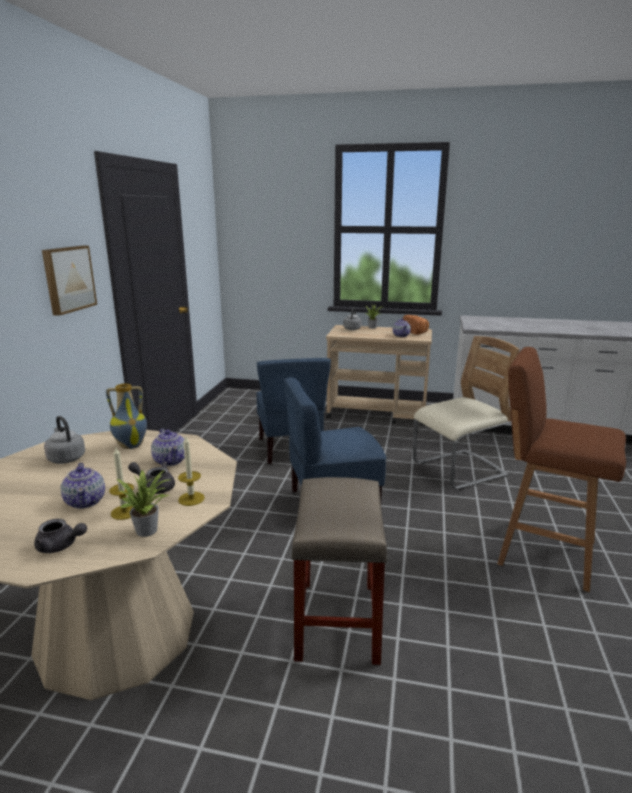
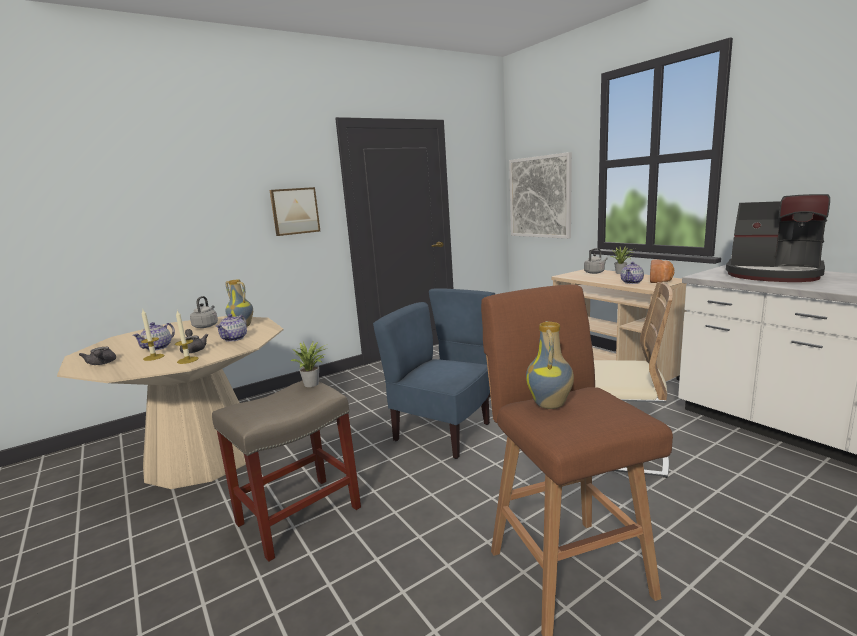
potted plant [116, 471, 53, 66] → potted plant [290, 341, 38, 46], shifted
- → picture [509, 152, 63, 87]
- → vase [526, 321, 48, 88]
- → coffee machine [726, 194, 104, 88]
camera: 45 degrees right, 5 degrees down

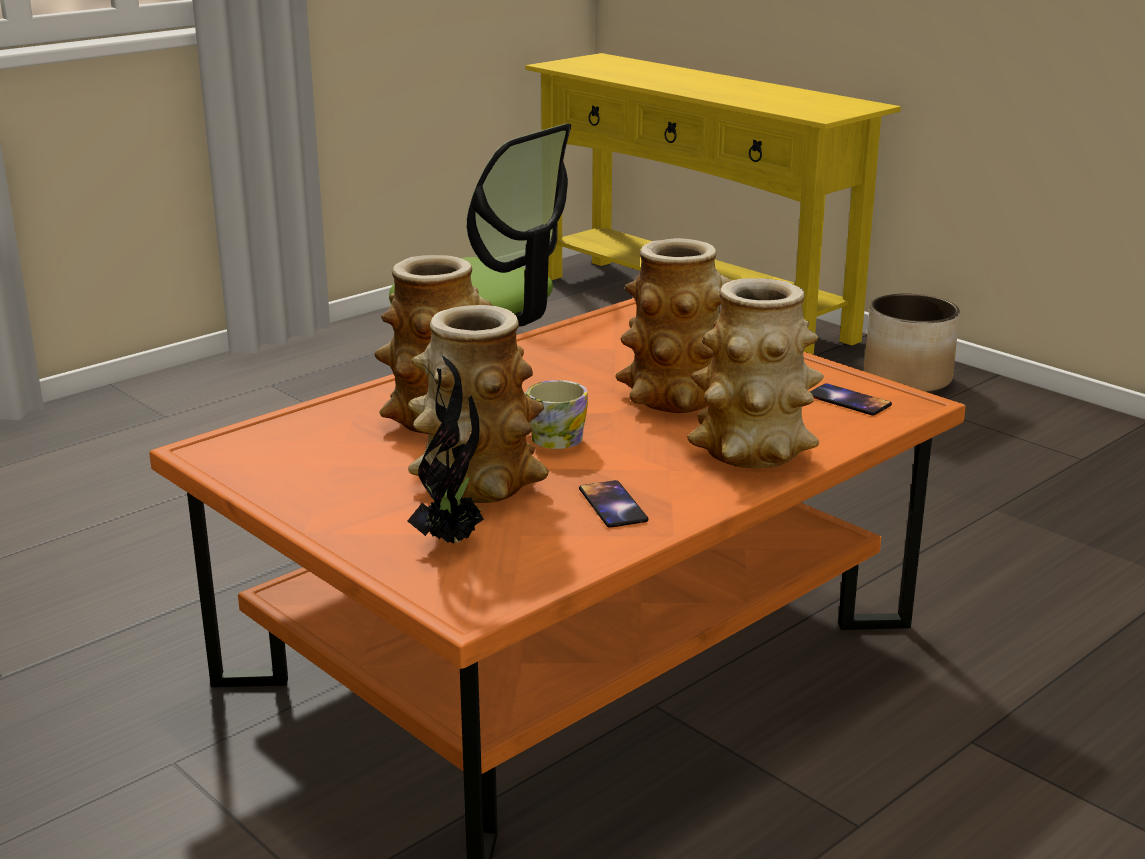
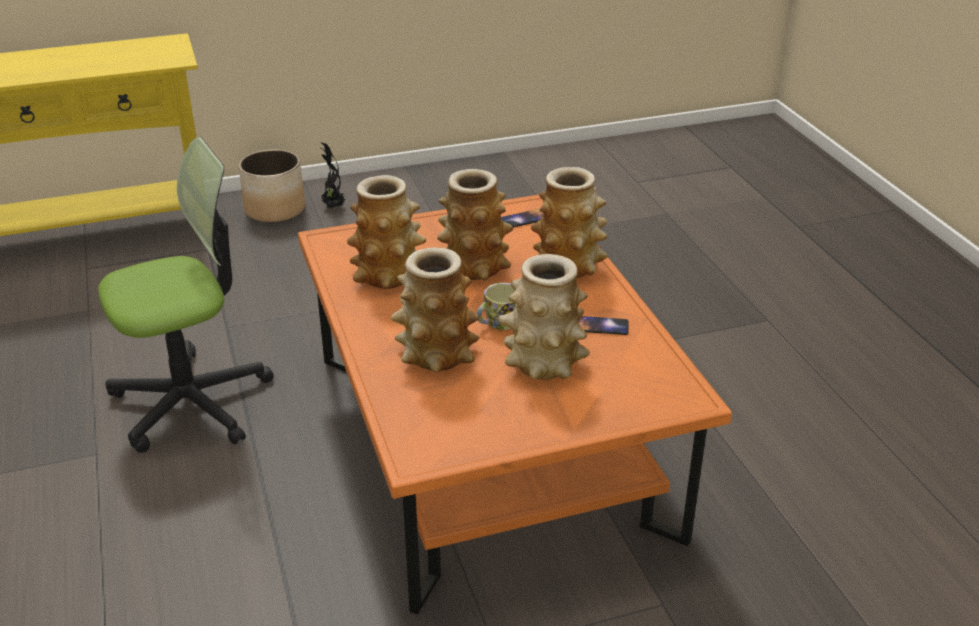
potted plant [408, 355, 77, 189] → potted plant [321, 143, 25, 65], shifted
- → vase [347, 175, 79, 114]
camera: 65 degrees left, 10 degrees up

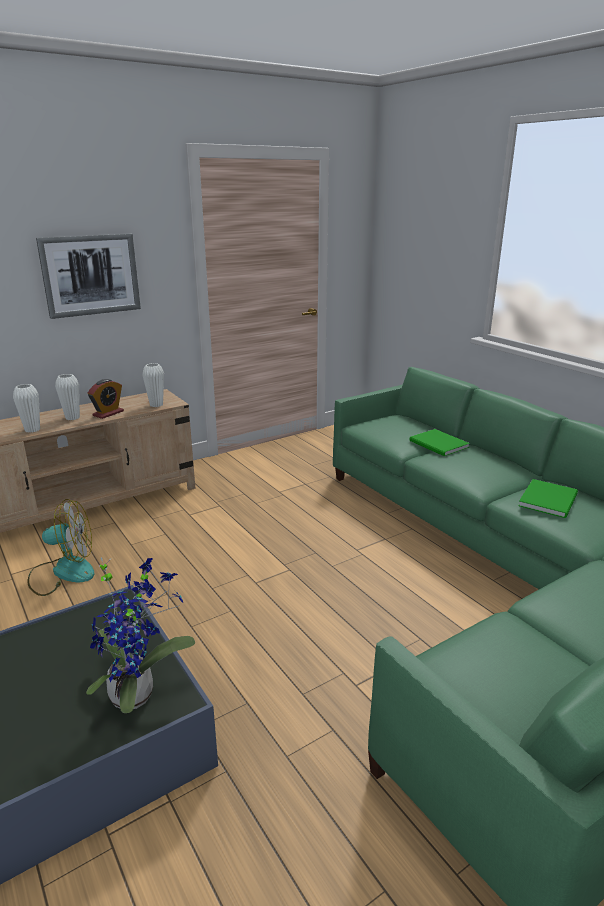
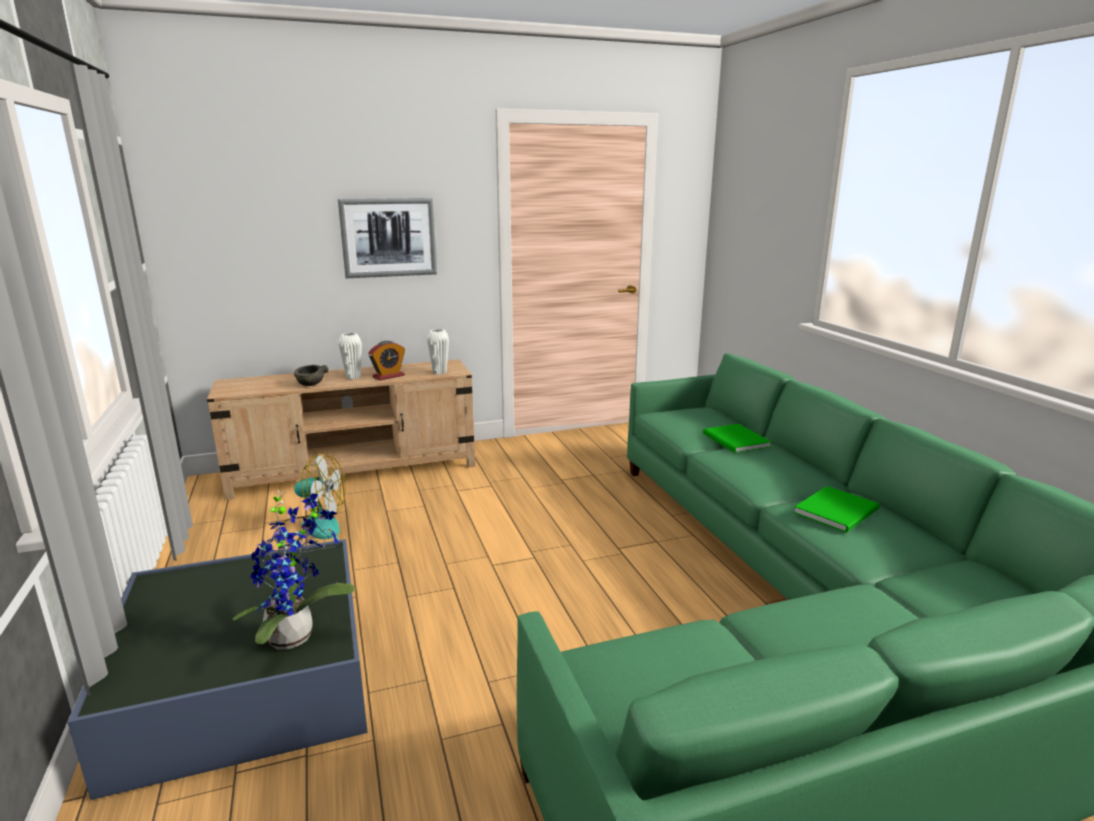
white vase [13, 384, 27, 49] → grey bowl [294, 365, 35, 21]
camera: 15 degrees right, 5 degrees down

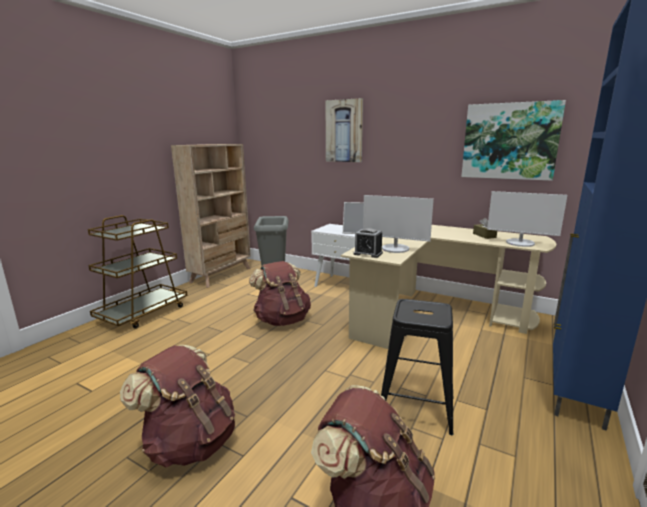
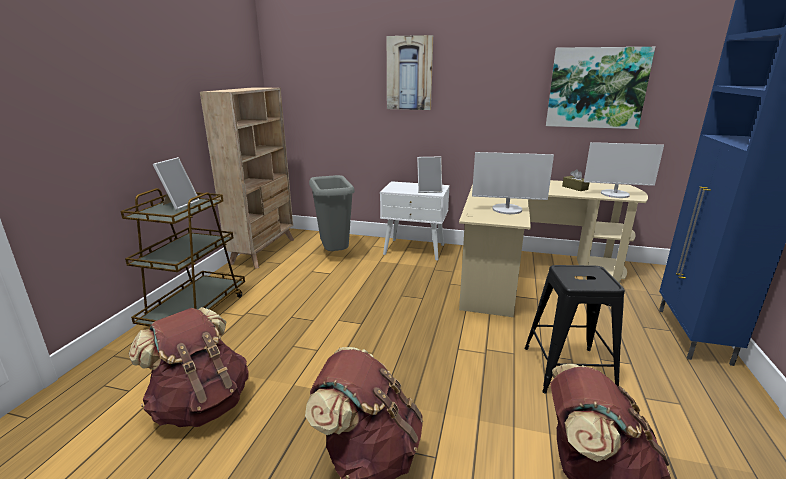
brown backpack [249, 261, 62, 65] → brown backpack [129, 307, 120, 120], shifted
alarm clock [353, 228, 30, 30] → -
- → picture frame [153, 157, 47, 53]
camera: 15 degrees left, 5 degrees up

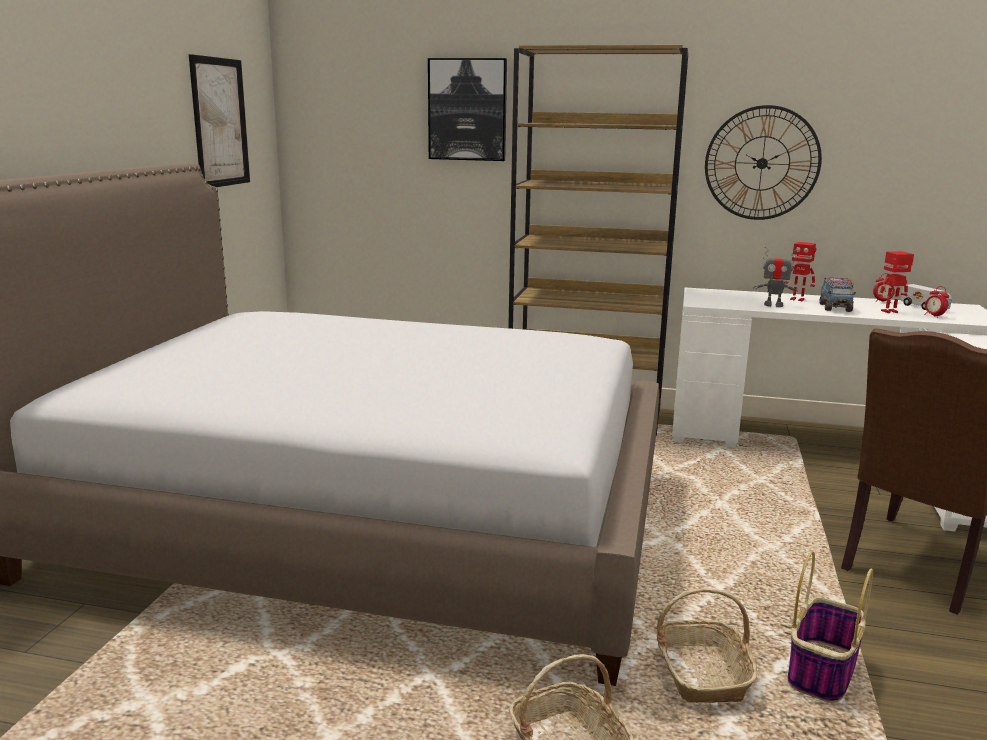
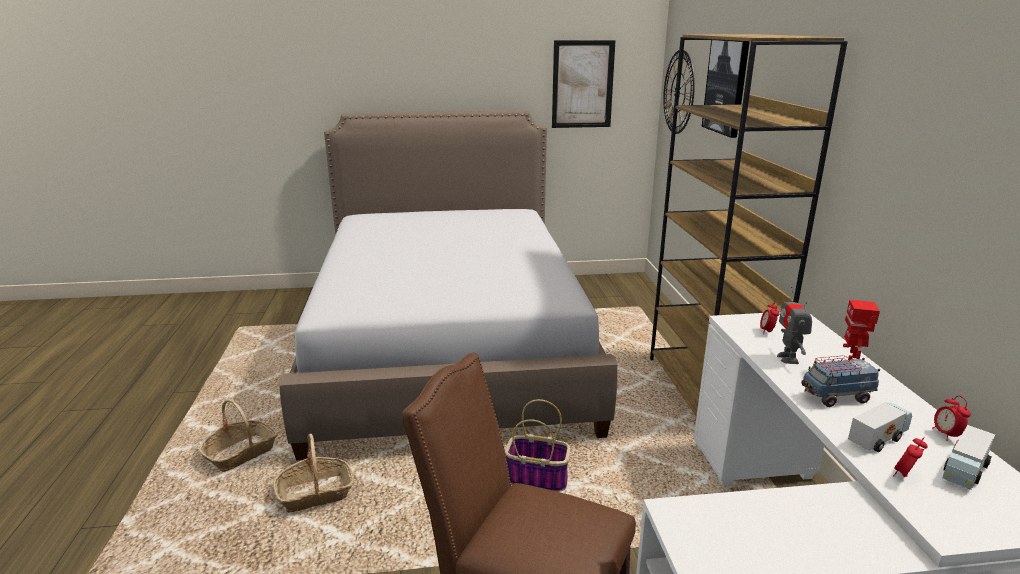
wall clock [705, 105, 117, 115] → wall clock [663, 50, 32, 84], shifted
basket [787, 551, 86, 152] → basket [505, 399, 65, 93], shifted
toy robot [876, 251, 38, 62] → toy truck [848, 402, 64, 50]
- → alarm clock [760, 301, 20, 33]
camera: 70 degrees right, 5 degrees up

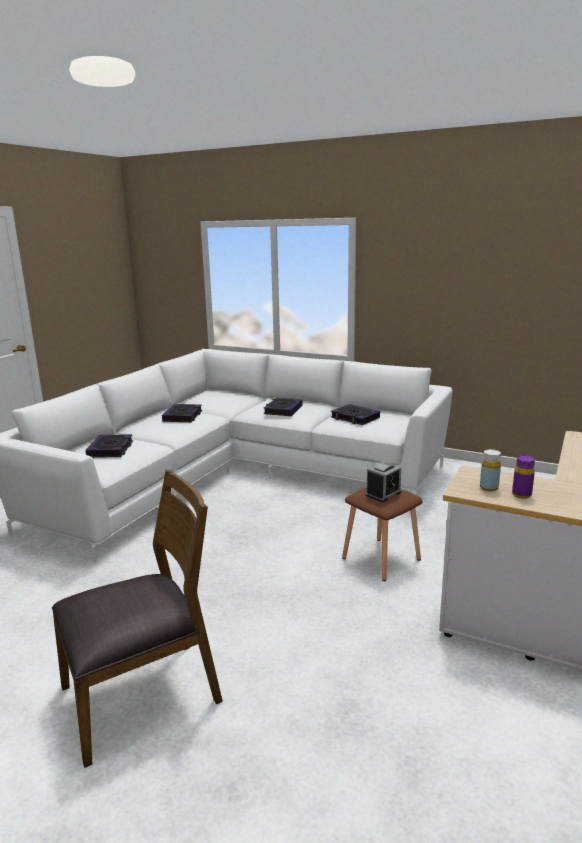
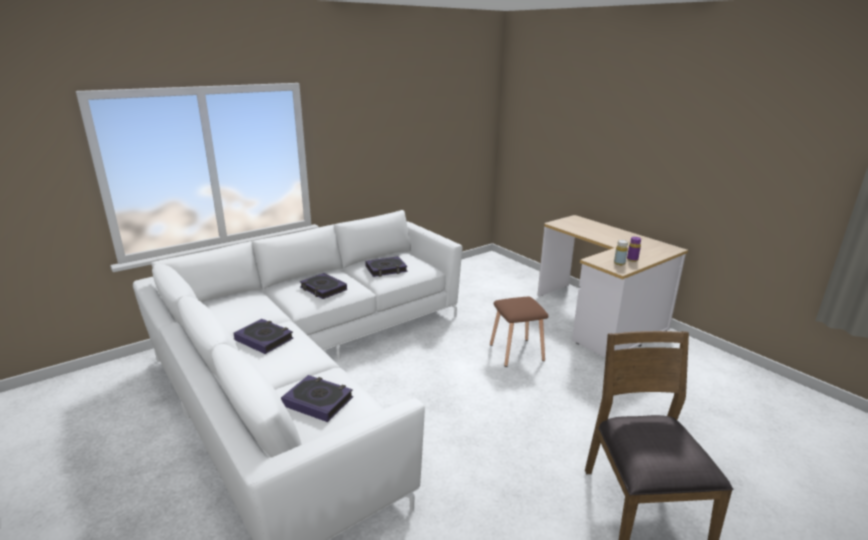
alarm clock [366, 462, 35, 40] → -
camera: 65 degrees left, 5 degrees up

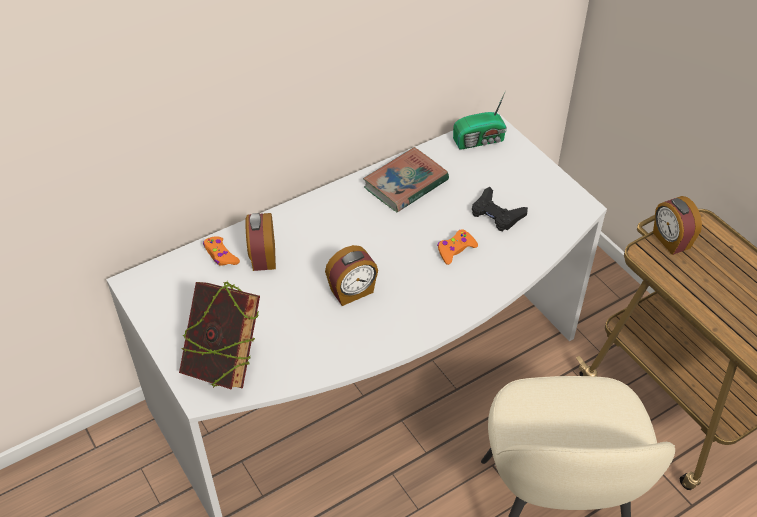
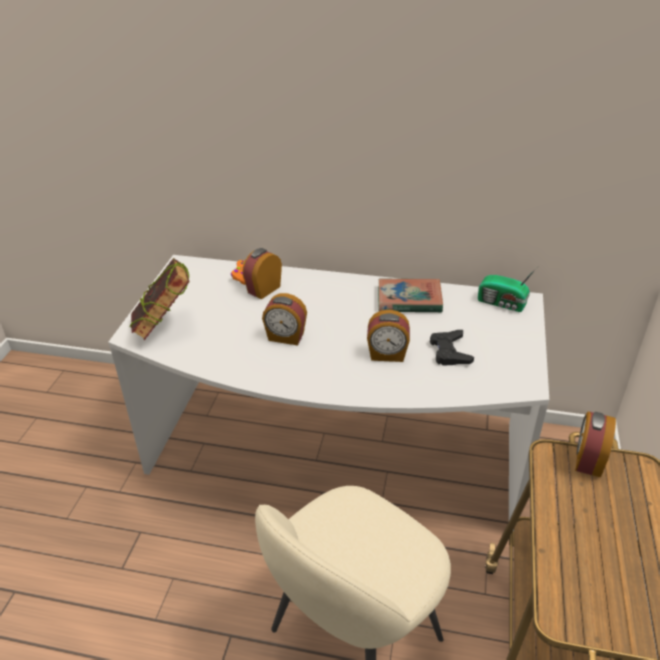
orange game controller [437, 230, 41, 35] → alarm clock [367, 309, 43, 53]
camera: 45 degrees right, 10 degrees down

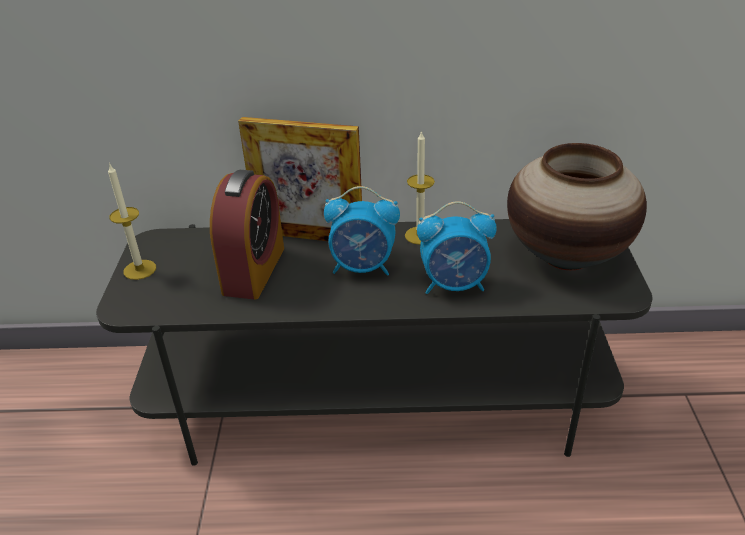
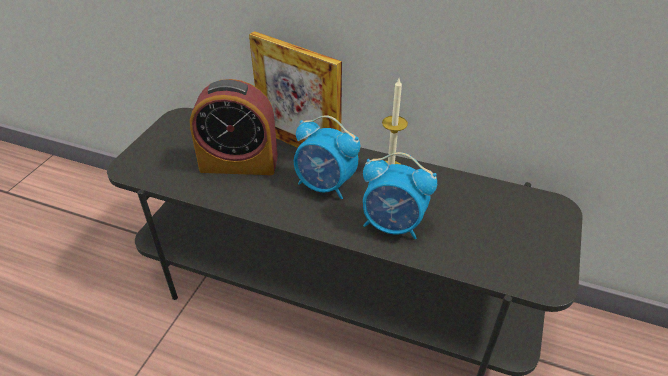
candle [108, 163, 48, 117] → -
alarm clock [210, 170, 74, 129] → alarm clock [190, 79, 88, 96], 60 degrees clockwise
vase [507, 143, 140, 127] → -
camera: 20 degrees right, 5 degrees up

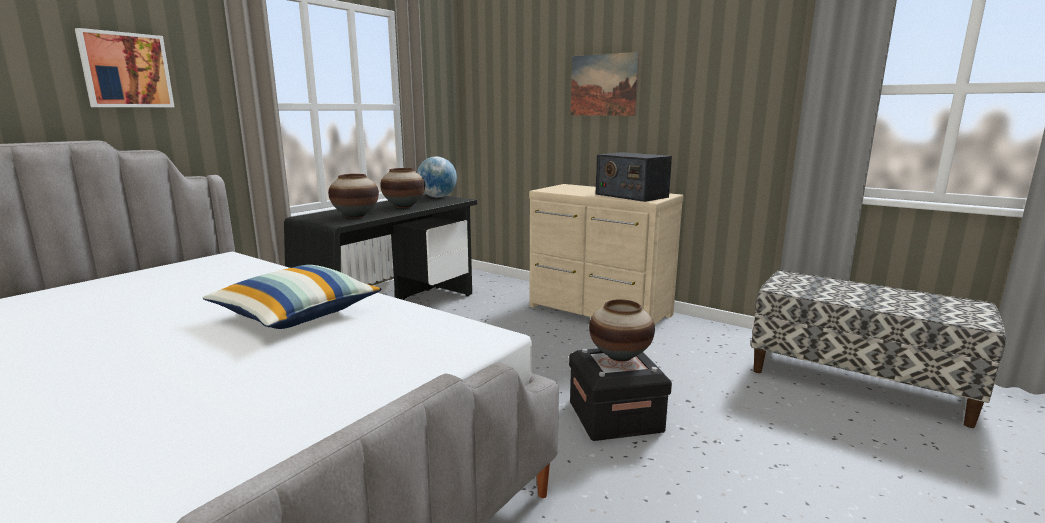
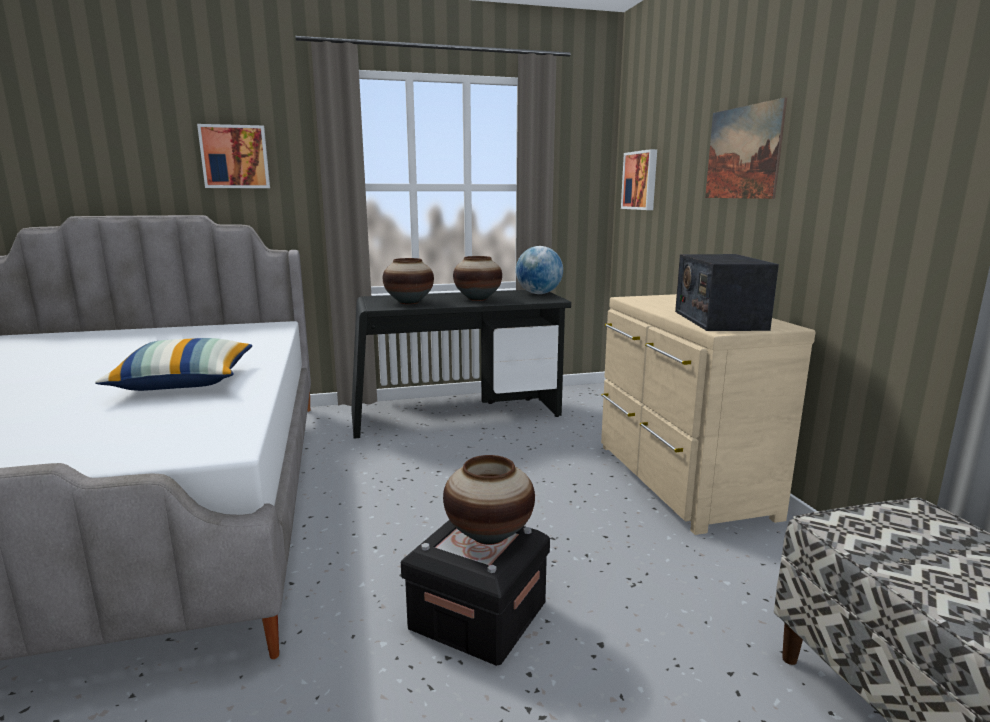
- → picture [621, 149, 36, 61]
camera: 40 degrees right, 0 degrees up

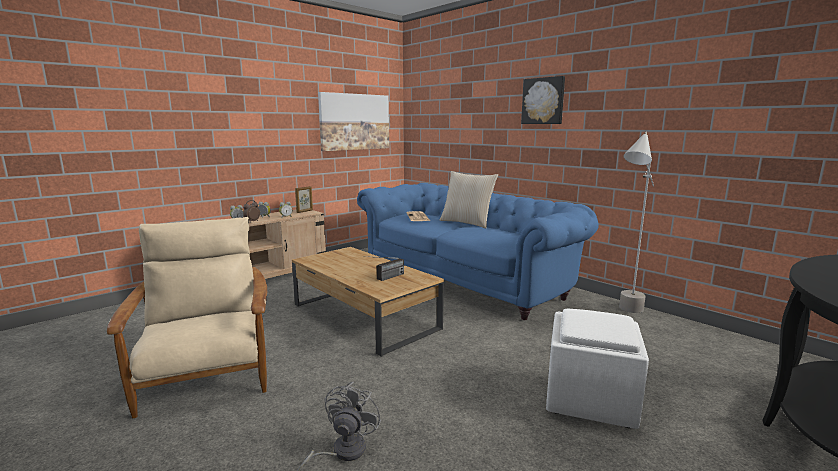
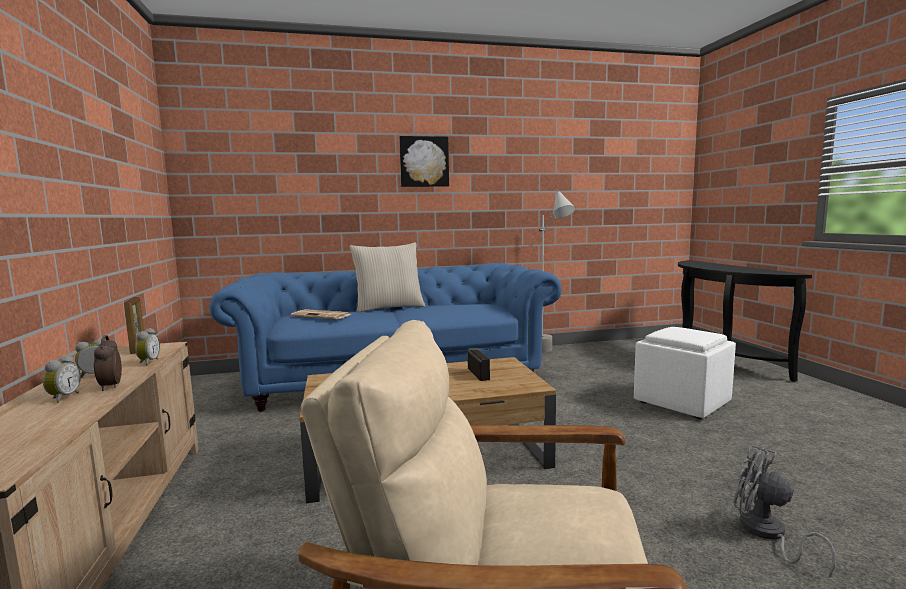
picture [318, 92, 71, 59] → -
camera: 60 degrees left, 5 degrees down

